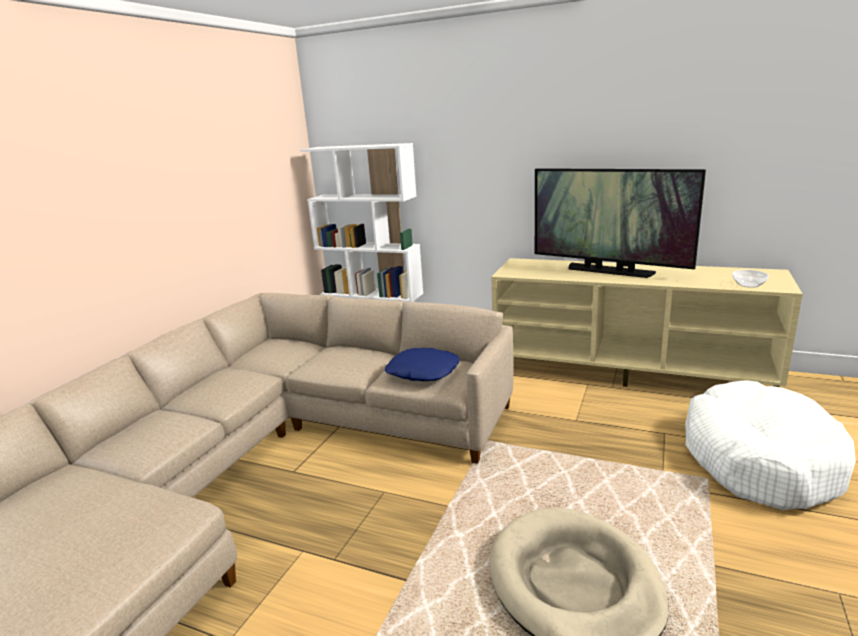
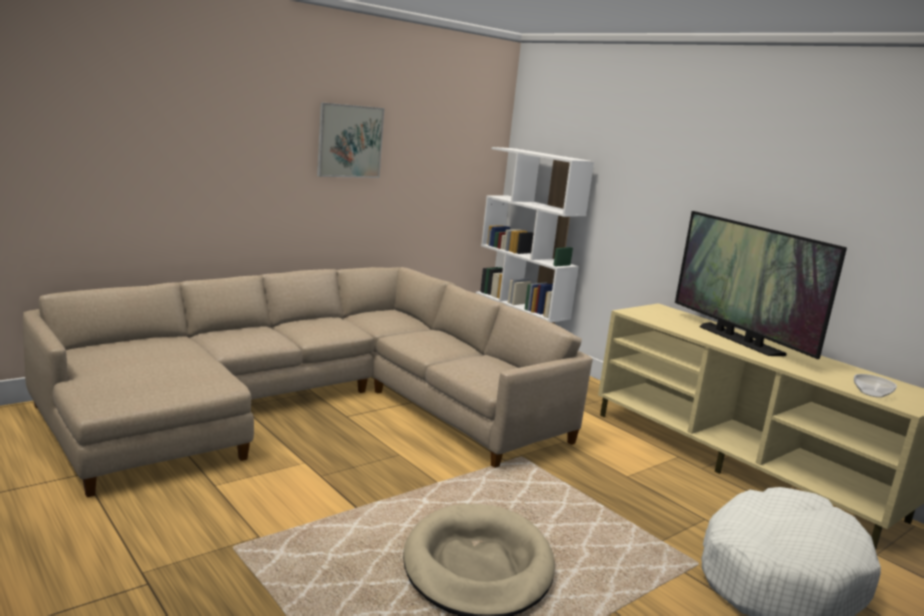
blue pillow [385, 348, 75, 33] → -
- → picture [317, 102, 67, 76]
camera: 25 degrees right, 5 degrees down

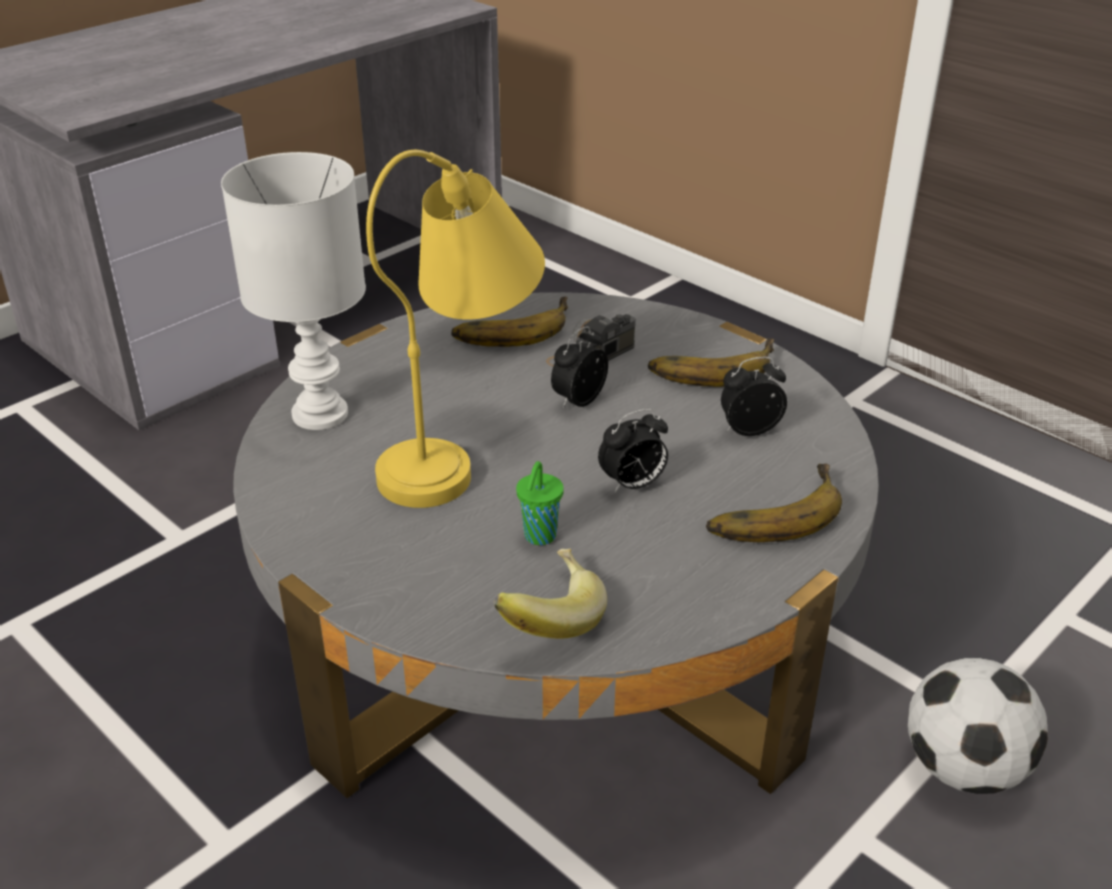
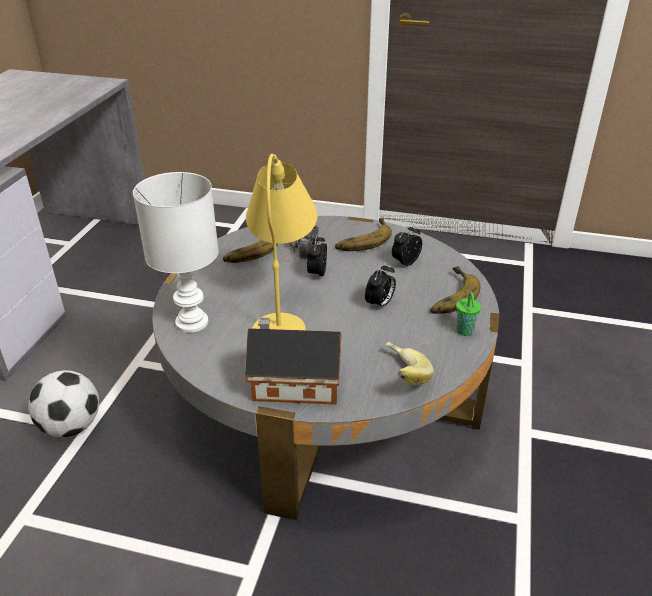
green cup [516, 461, 48, 84] → green cup [456, 292, 25, 44], shifted
football [908, 658, 140, 136] → football [28, 370, 71, 67], shifted
- → toy house [245, 317, 97, 88]
camera: 30 degrees left, 0 degrees up

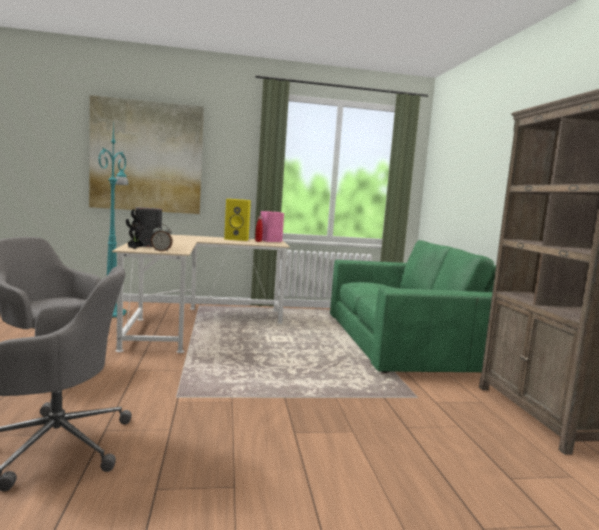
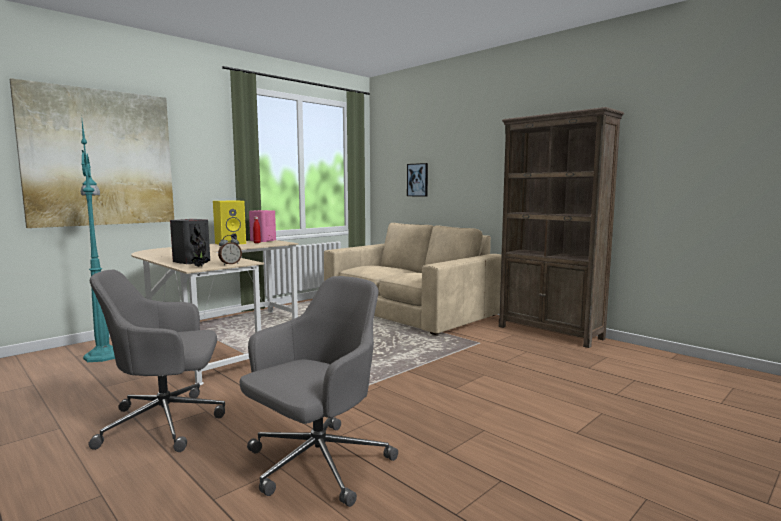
green sofa [330, 240, 166, 133] → beige sofa [324, 223, 178, 112]
- → picture [407, 163, 21, 34]
camera: 35 degrees left, 0 degrees up

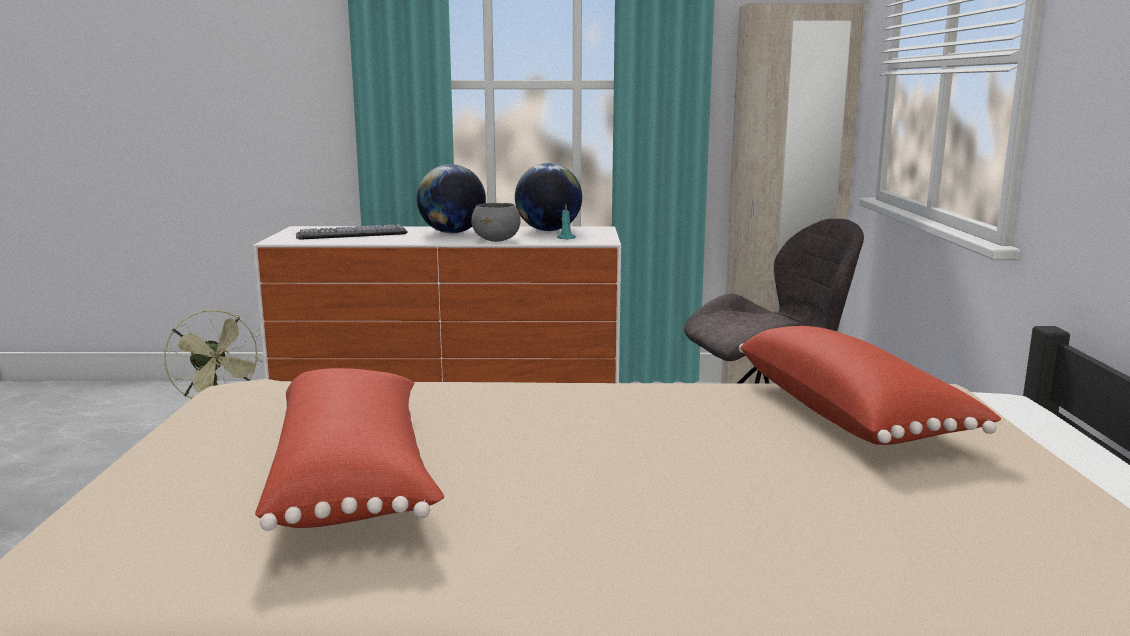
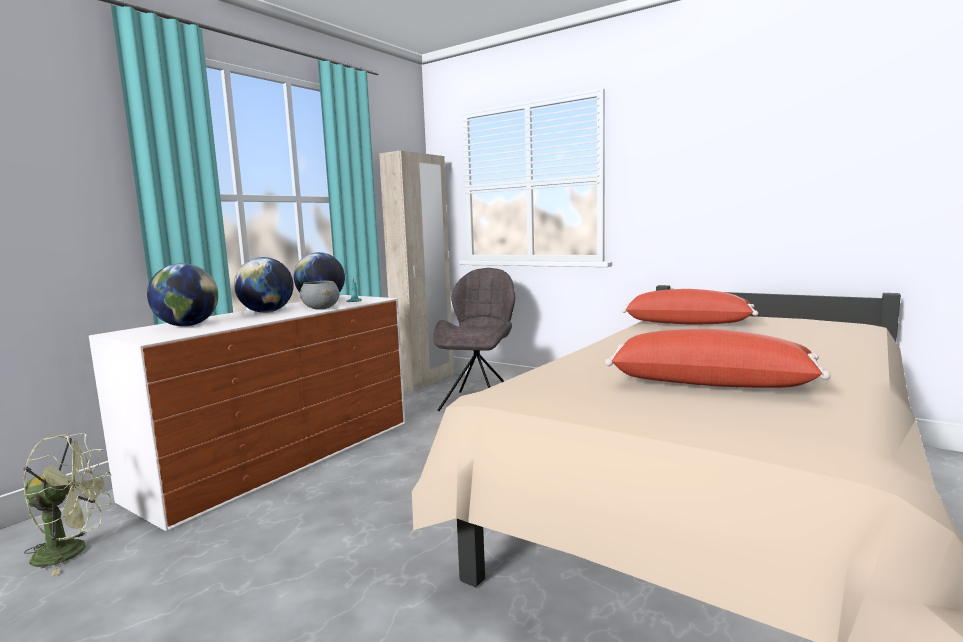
keyboard [296, 224, 112, 15] → globe [147, 263, 71, 63]
camera: 55 degrees left, 5 degrees down

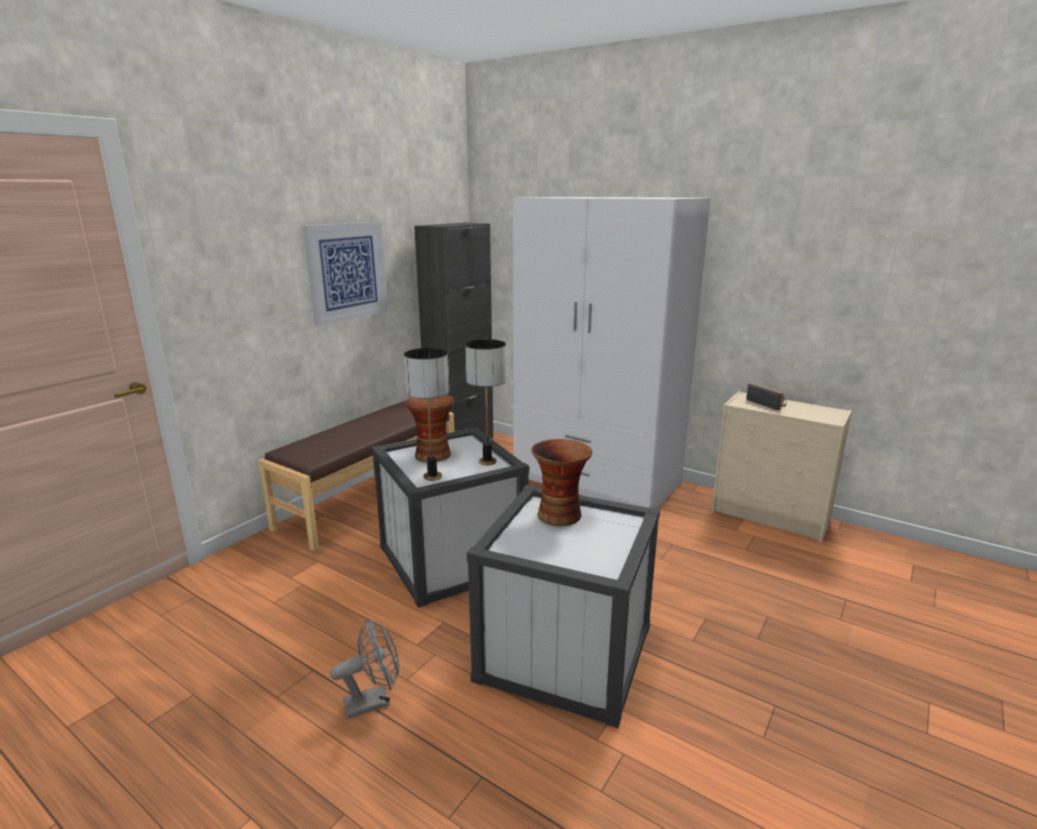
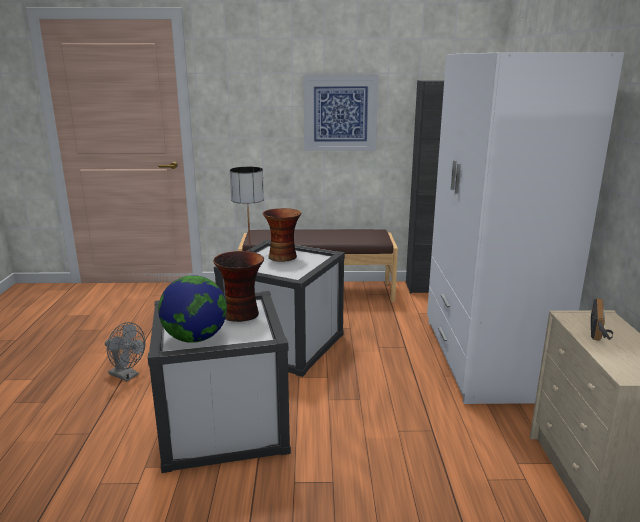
table lamp [465, 339, 41, 126] → -
- → globe [158, 275, 69, 68]
camera: 55 degrees right, 0 degrees up

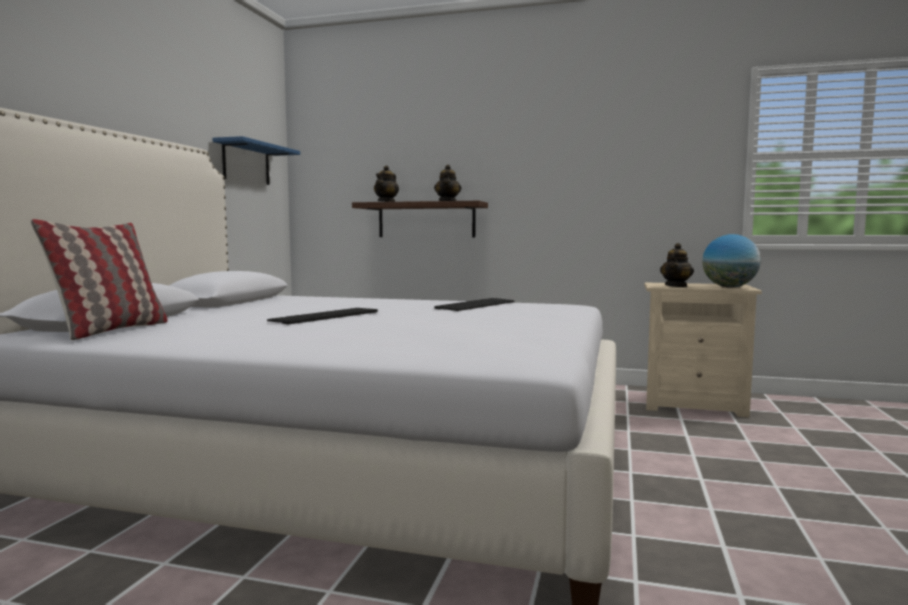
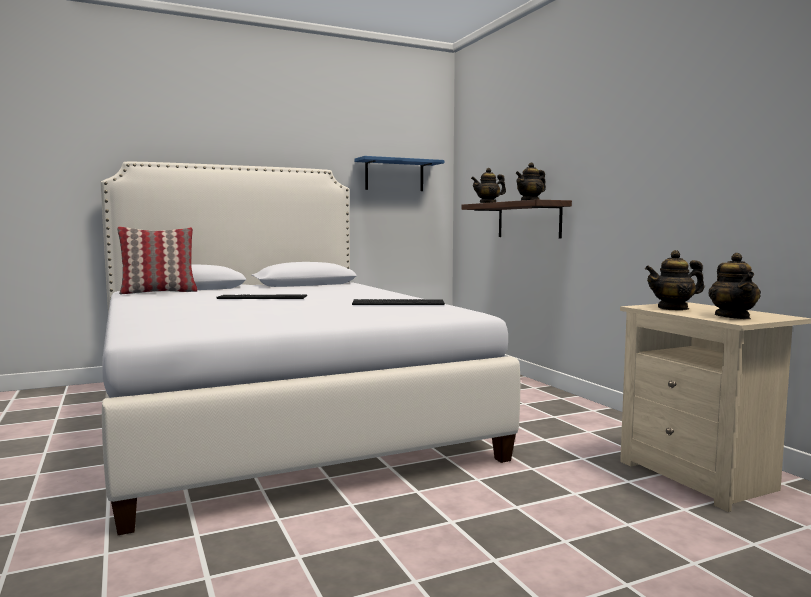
globe [702, 234, 59, 54] → teapot [708, 253, 53, 66]
camera: 50 degrees right, 0 degrees up

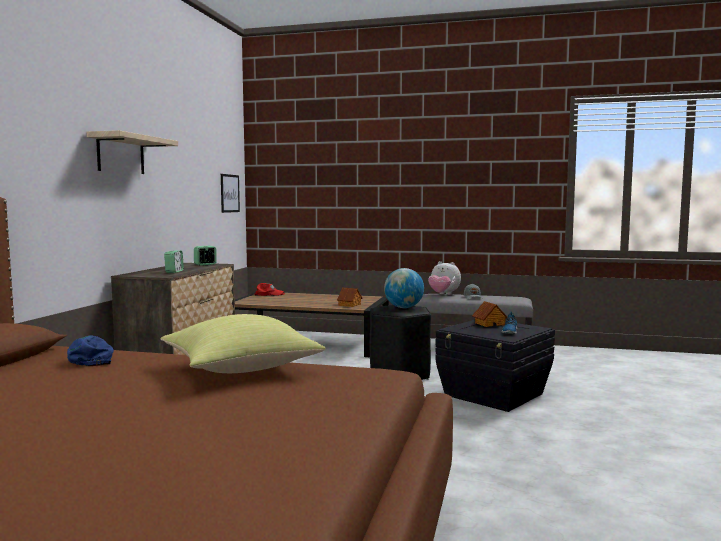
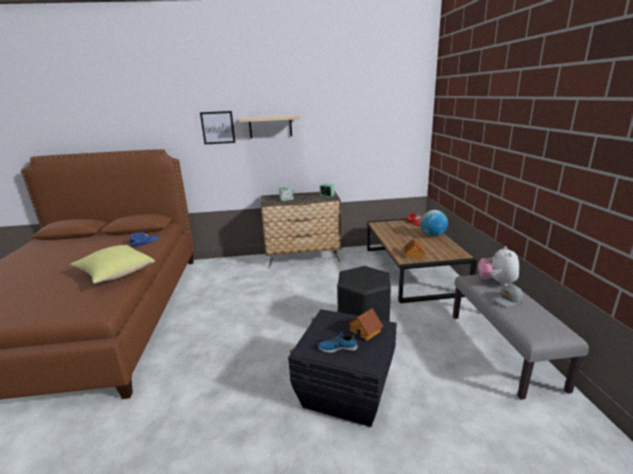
picture [221, 174, 19, 39] → picture [200, 111, 35, 33], shifted
globe [384, 268, 40, 40] → globe [420, 210, 28, 26], shifted
camera: 70 degrees right, 15 degrees up

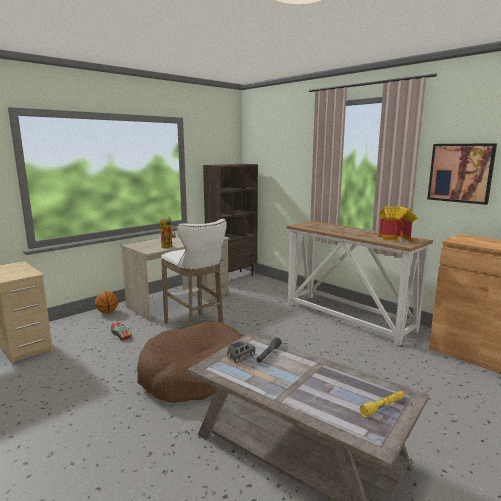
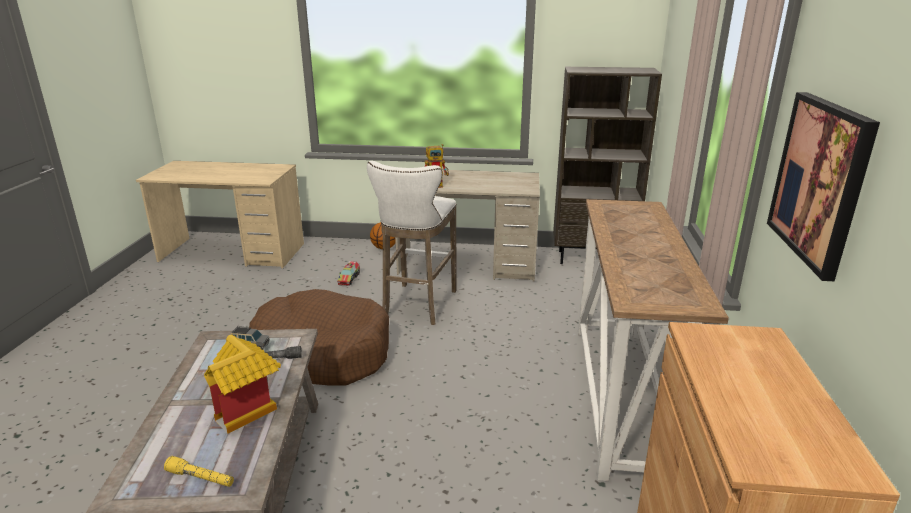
toy house [378, 206, 40, 36] → toy house [204, 334, 77, 100], shifted
camera: 50 degrees right, 10 degrees up

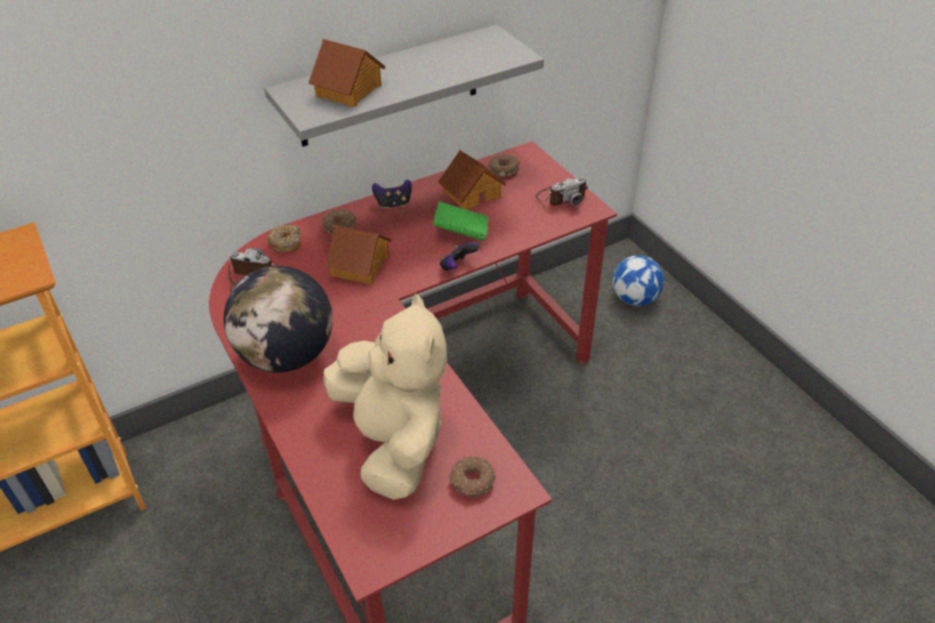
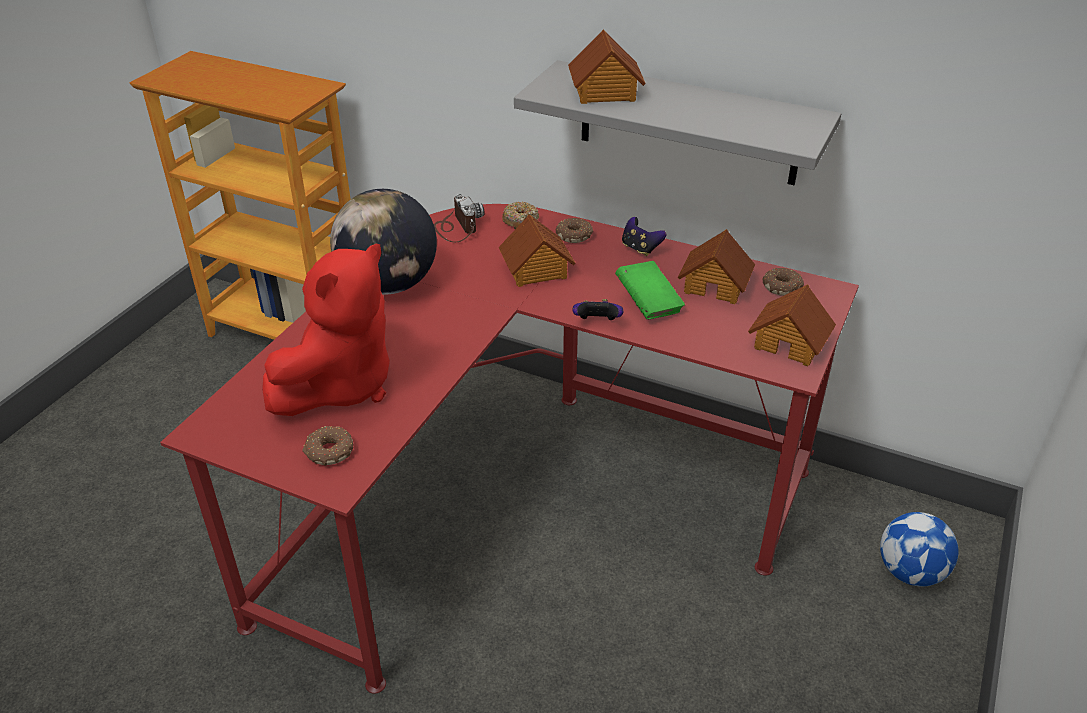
beige plush toy [323, 293, 124, 207] → red plush toy [262, 244, 128, 172]
photo camera [535, 177, 53, 29] → toy house [748, 284, 88, 82]
camera: 55 degrees right, 5 degrees down

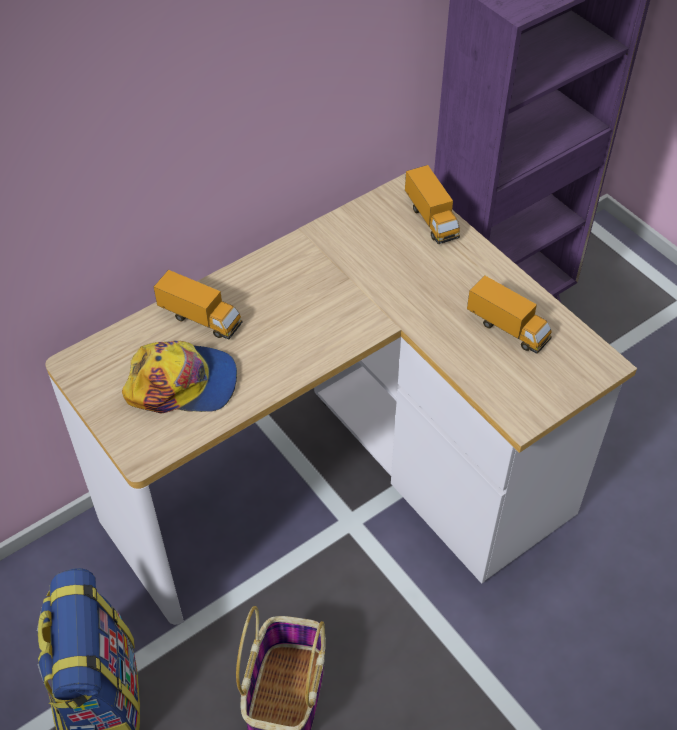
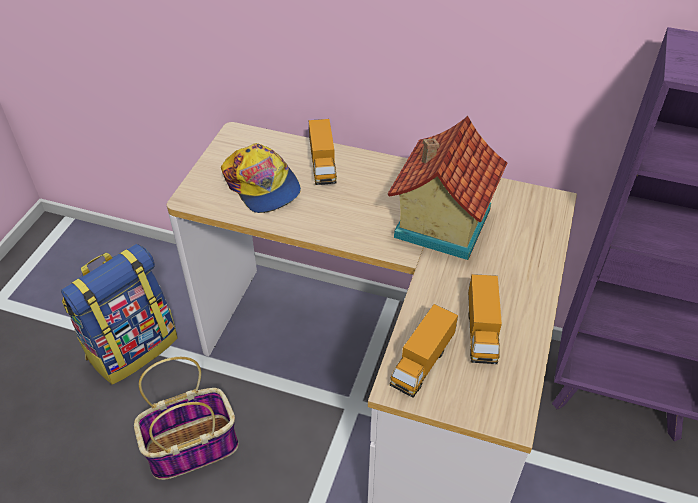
toy truck [405, 165, 55, 79] → toy truck [390, 304, 68, 94], shifted
- → toy house [388, 116, 119, 144]
camera: 55 degrees right, 5 degrees down

